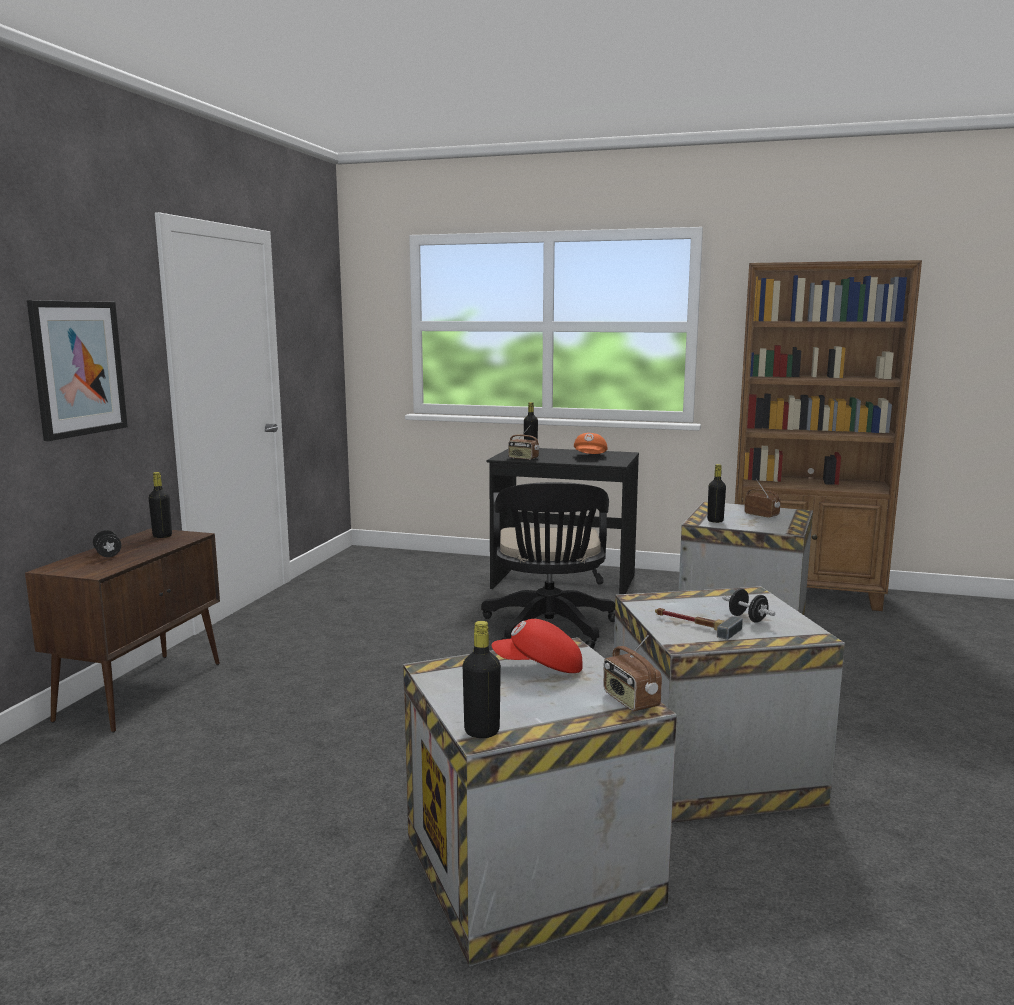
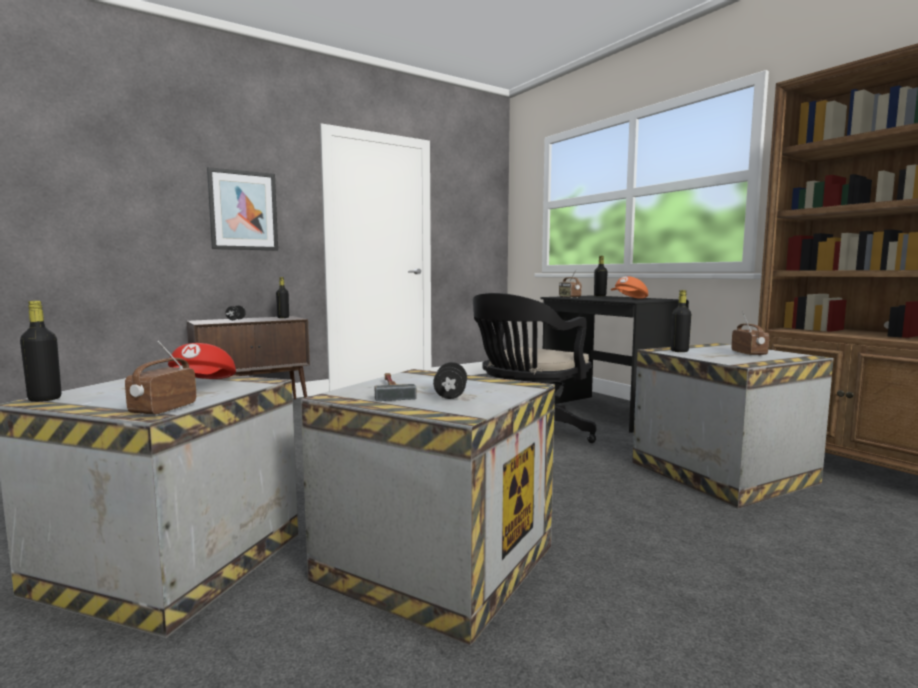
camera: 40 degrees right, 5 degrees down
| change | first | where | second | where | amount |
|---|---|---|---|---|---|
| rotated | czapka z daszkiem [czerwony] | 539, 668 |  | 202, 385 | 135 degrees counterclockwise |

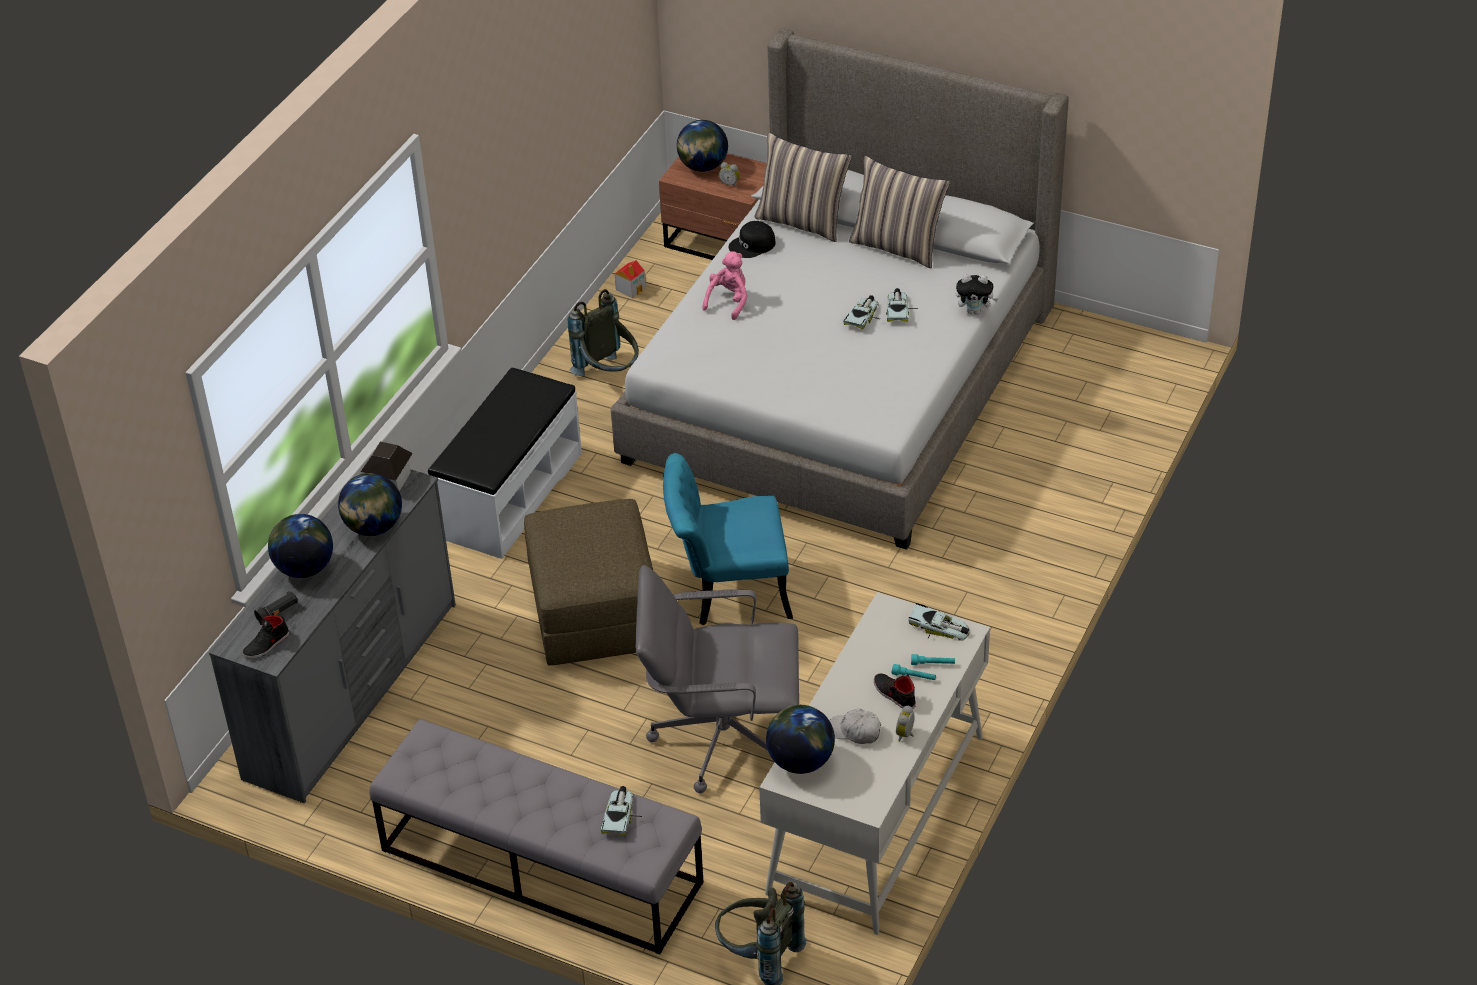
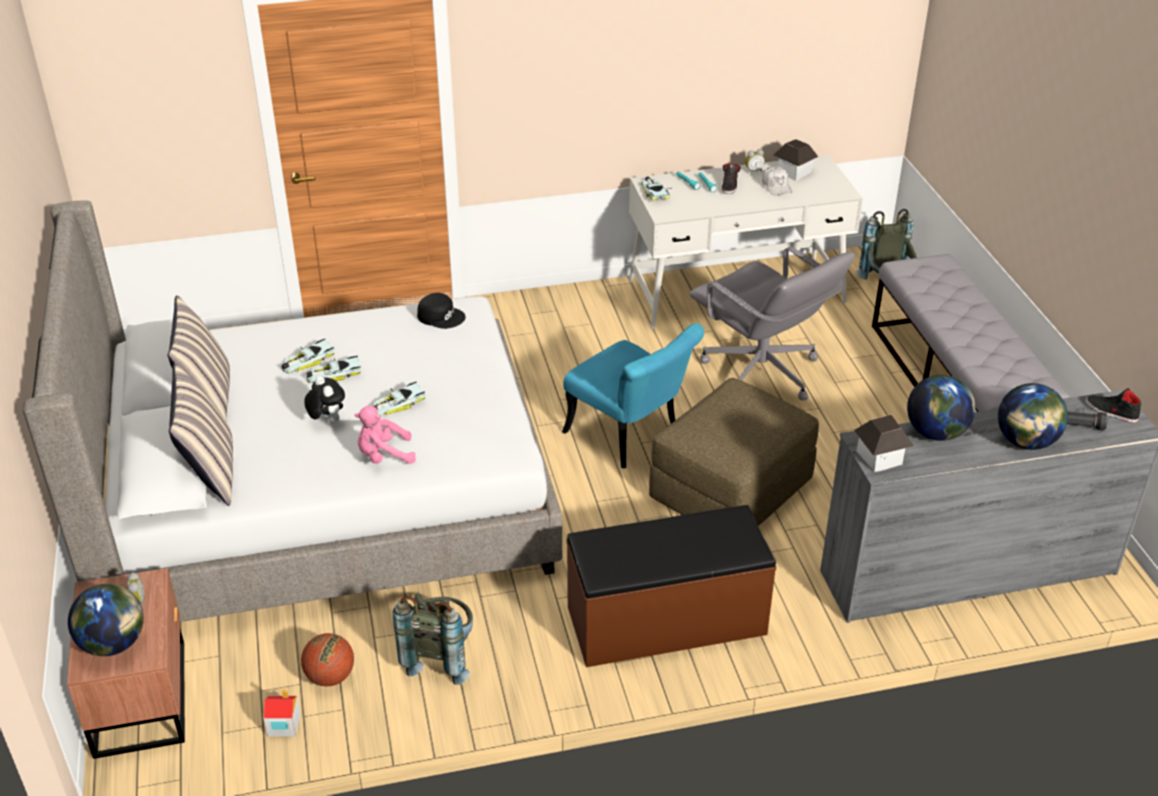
camera: 130 degrees left, 5 degrees down
| change | first | where | second | where | amount |
|---|---|---|---|---|---|
| rotated | but [czarny] | 266, 645 |  | 1111, 412 | 150 degrees counterclockwise |
| repainted | ławka [biały] | 509, 495 | ławka [brązowy] | 666, 622 |  |
| shifted | samochodzik | 619, 814 |  | 396, 404 |  |
| shifted | czapka z daszkiem [czarny] | 752, 245 |  | 441, 316 |  |
| gone | globus | 800, 761 |  |  |  |
| shifted | pluszak | 975, 311 |  | 327, 421 |  |
| new |  |  | piłka do koszykówki | 330, 677 |  |
| new |  |  | domek | 794, 172 |  |

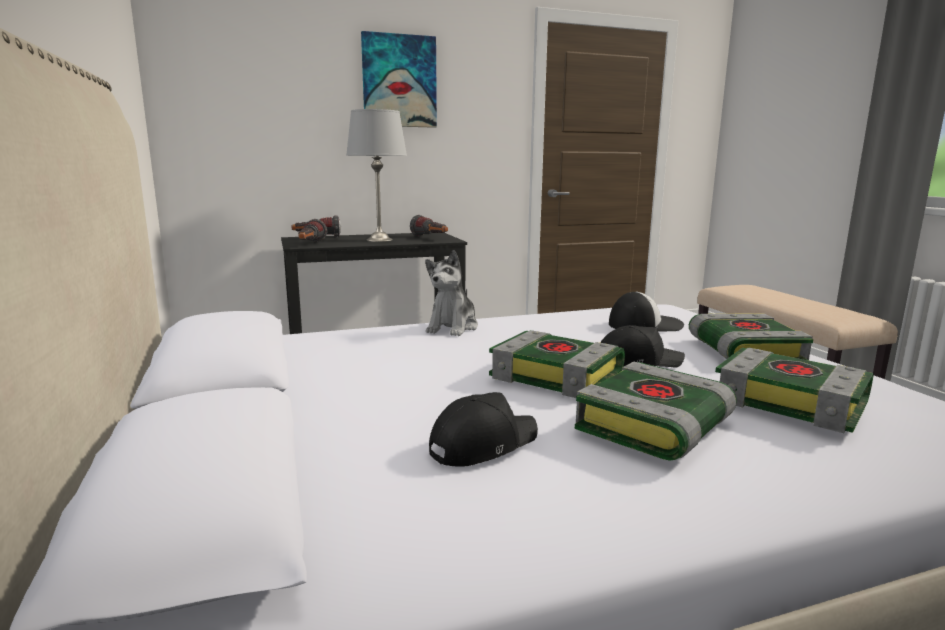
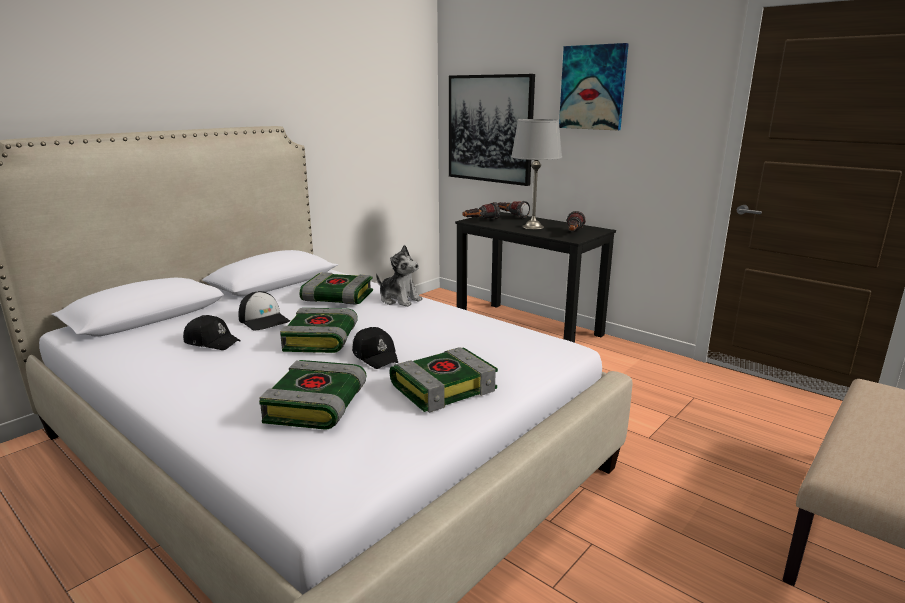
camera: 60 degrees right, 5 degrees up
| change | first | where | second | where | amount |
|---|---|---|---|---|---|
| rotated | pluszak | 453, 327 |  | 399, 299 | 135 degrees counterclockwise |
| shifted | książka | 655, 427 |  | 336, 297 |  |
| shifted | czapka z daszkiem | 644, 325 |  | 264, 320 |  |
| new |  |  | obraz | 490, 129 |  |

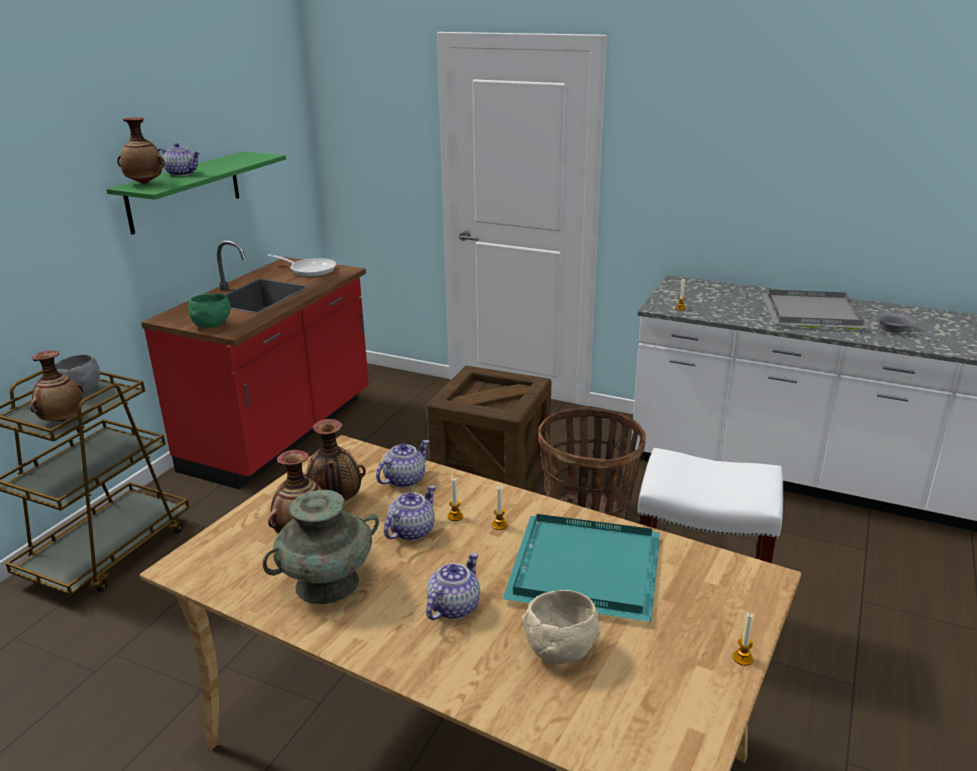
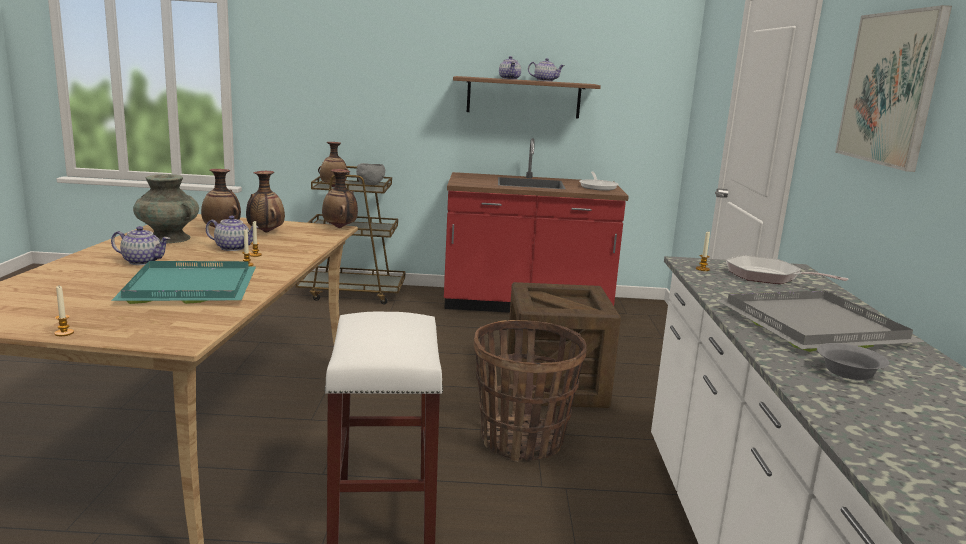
camera: 65 degrees right, 10 degrees down
| change | first | where | second | where | amount |
|---|---|---|---|---|---|
| repainted | półka [zielony] | 184, 191 | półka [brązowy] | 523, 97 |  |
| shifted | wazon | 145, 183 |  | 340, 227 |  |
| gone | miska [zielony] | 212, 325 |  |  |  |
| shifted | imbryk | 404, 479 |  | 545, 81 |  |
| gone | miska [beżowy] | 561, 650 |  |  |  |
| new |  |  | patelnia | 768, 277 |  |
| new |  |  | obraz | 890, 88 |  |

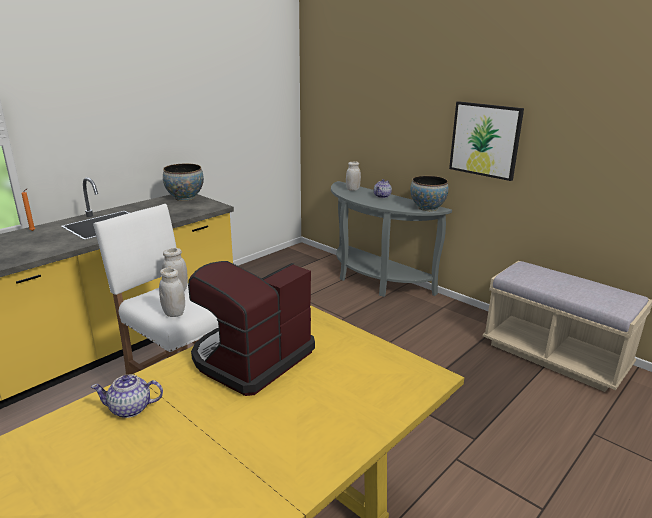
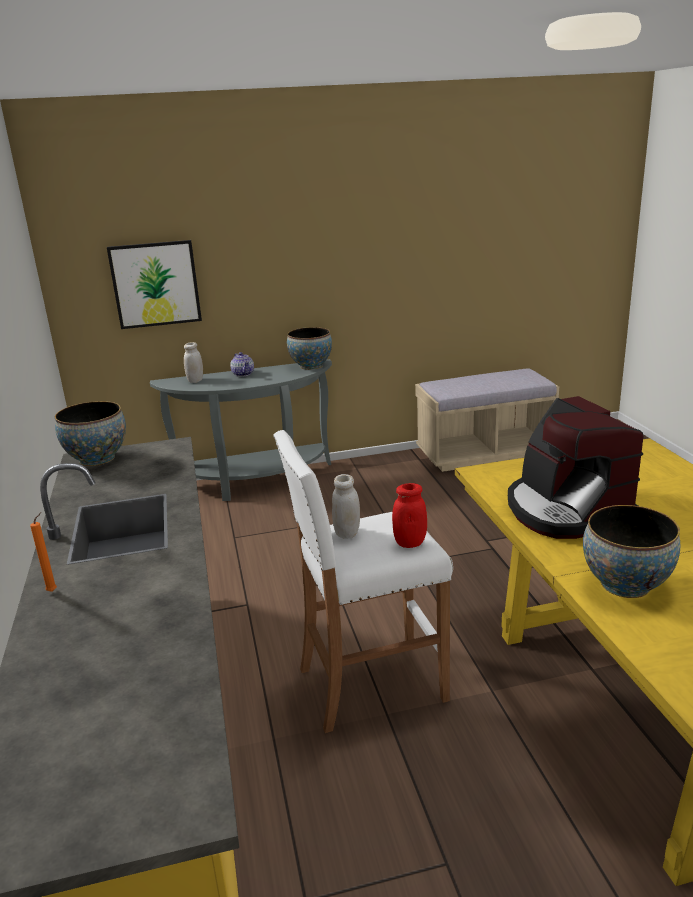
camera: 55 degrees left, 0 degrees up
| change | first | where | second | where | amount |
|---|---|---|---|---|---|
| swapped | imbryk | 131, 409 | miska | 625, 584 |  |
| repainted | słoik [biały] | 174, 313 | słoik [czerwony] | 410, 543 |  |
| shifted | obraz | 485, 140 |  | 155, 284 |  |

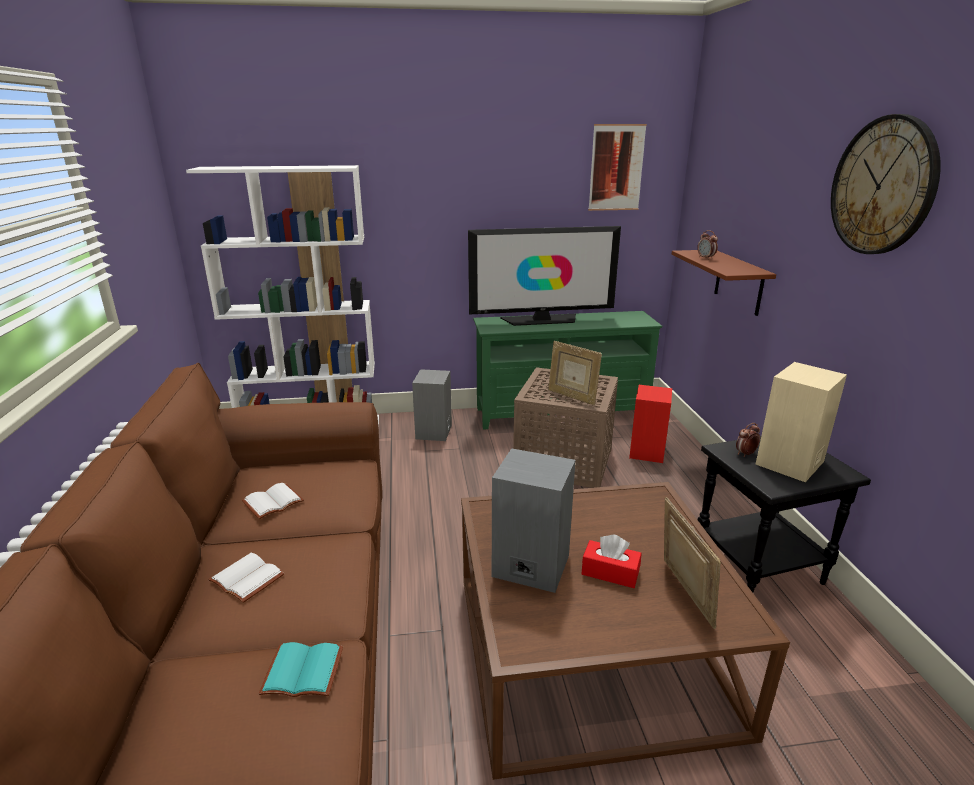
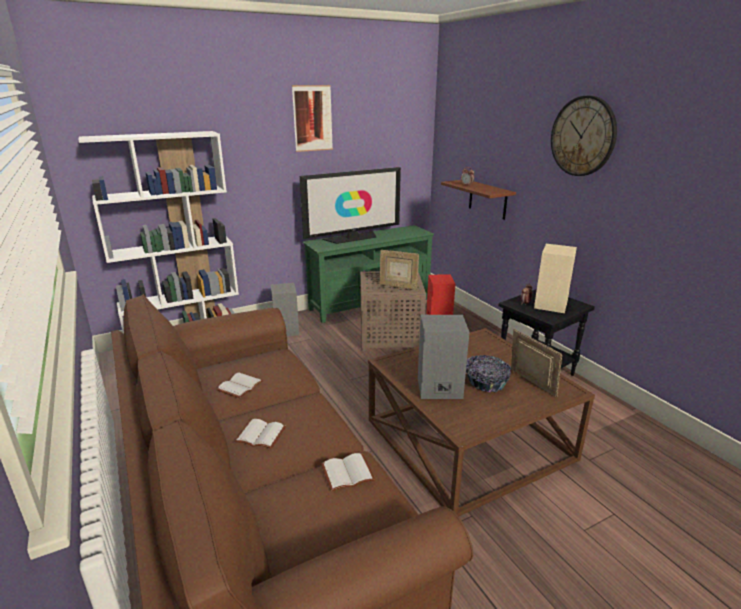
camera: 20 degrees left, 0 degrees up
| change | first | where | second | where | amount |
|---|---|---|---|---|---|
| repainted | książka [turkusowy] | 305, 670 | książka [biały] | 348, 472 |  |
| swapped | pudełko chusteczek [czerwony] | 610, 572 | miska | 486, 382 |  |
| shifted | obraz | 616, 168 |  | 312, 118 |  |

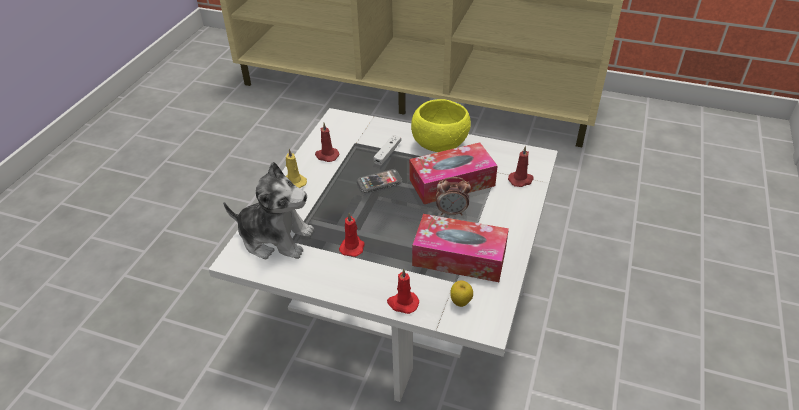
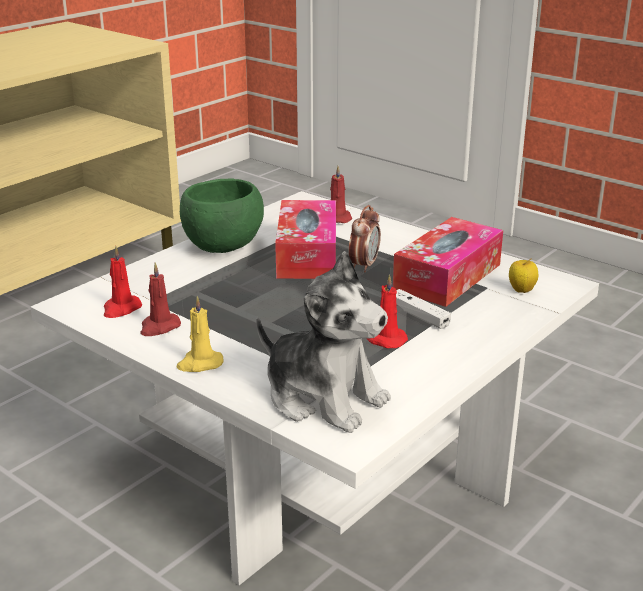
camera: 70 degrees left, 15 degrees down
| change | first | where | second | where | amount |
|---|---|---|---|---|---|
| rotated | pluszak | 276, 238 |  | 324, 397 | 90 degrees clockwise |
| gone | telefon | 379, 182 |  |  |  |
| shifted | pad do gier [biały] | 387, 153 |  | 418, 316 |  |
| shifted | świeca [czerwony] | 402, 303 |  | 121, 309 |  |
| repainted | miska [żółty] | 438, 145 | miska [zielony] | 222, 247 |  |

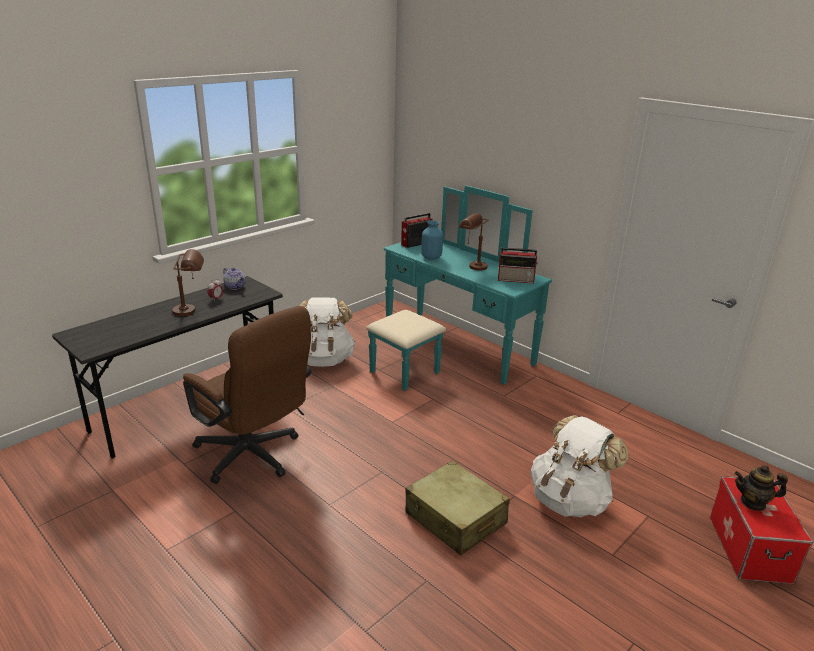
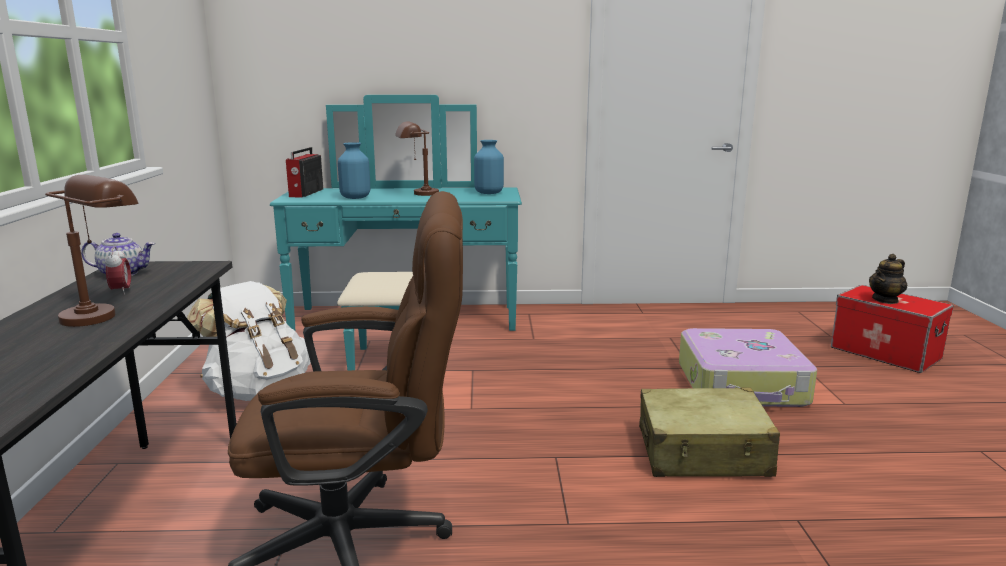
camera: 45 degrees left, 10 degrees down
| change | first | where | second | where | amount |
|---|---|---|---|---|---|
| swapped | radio | 516, 279 | wazon [niebieski] | 489, 193 |  |
| swapped | plecak [biały] | 570, 500 | walizka | 742, 385 |  |

